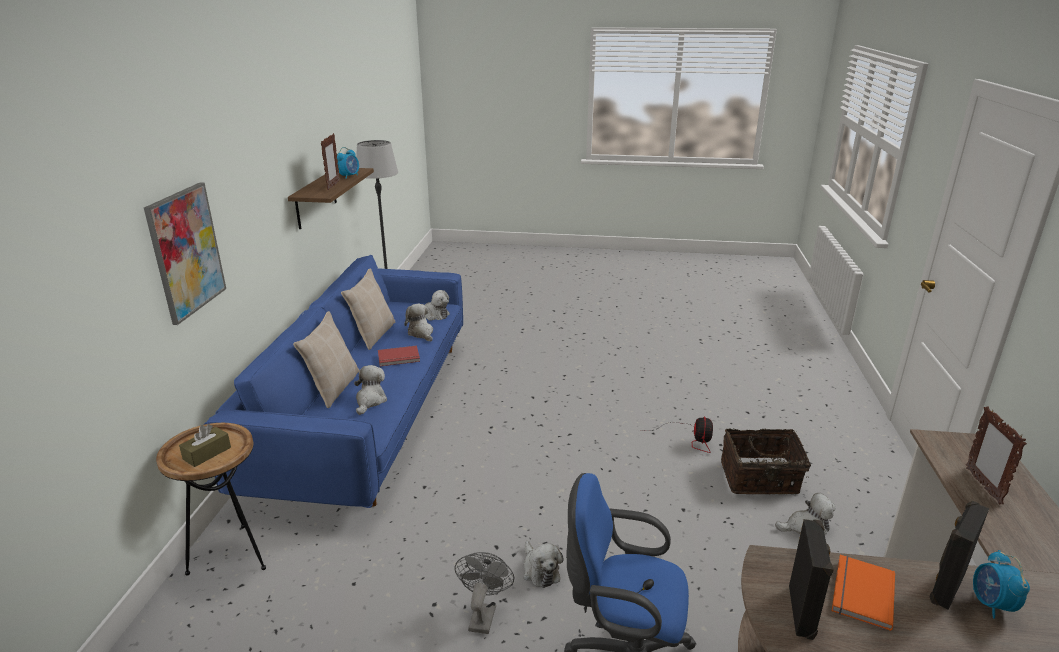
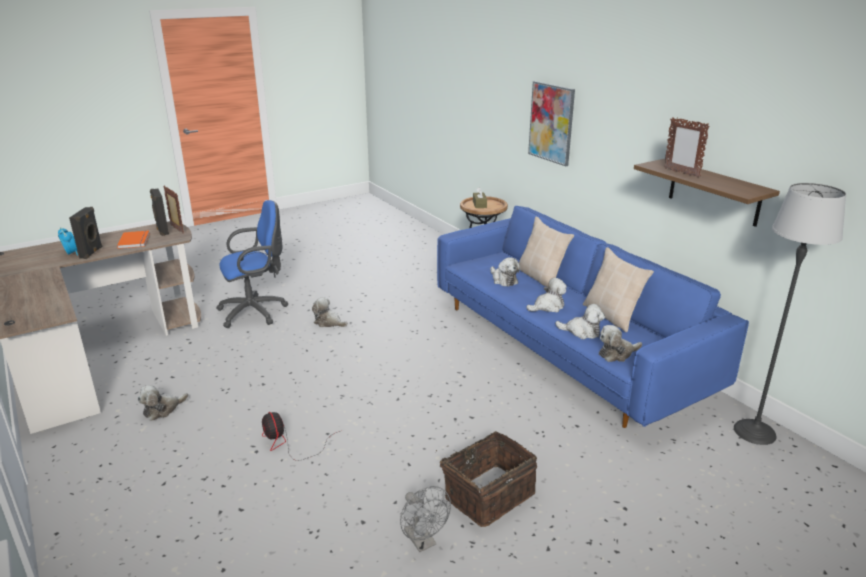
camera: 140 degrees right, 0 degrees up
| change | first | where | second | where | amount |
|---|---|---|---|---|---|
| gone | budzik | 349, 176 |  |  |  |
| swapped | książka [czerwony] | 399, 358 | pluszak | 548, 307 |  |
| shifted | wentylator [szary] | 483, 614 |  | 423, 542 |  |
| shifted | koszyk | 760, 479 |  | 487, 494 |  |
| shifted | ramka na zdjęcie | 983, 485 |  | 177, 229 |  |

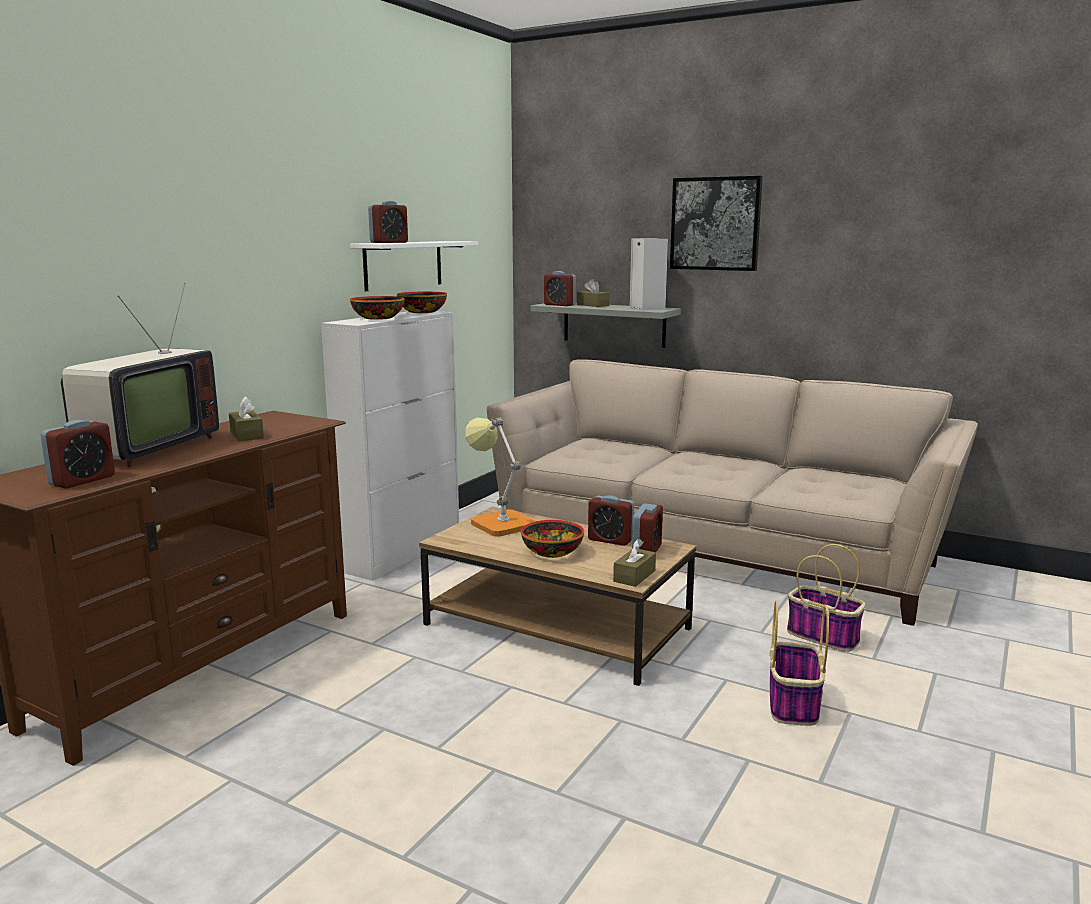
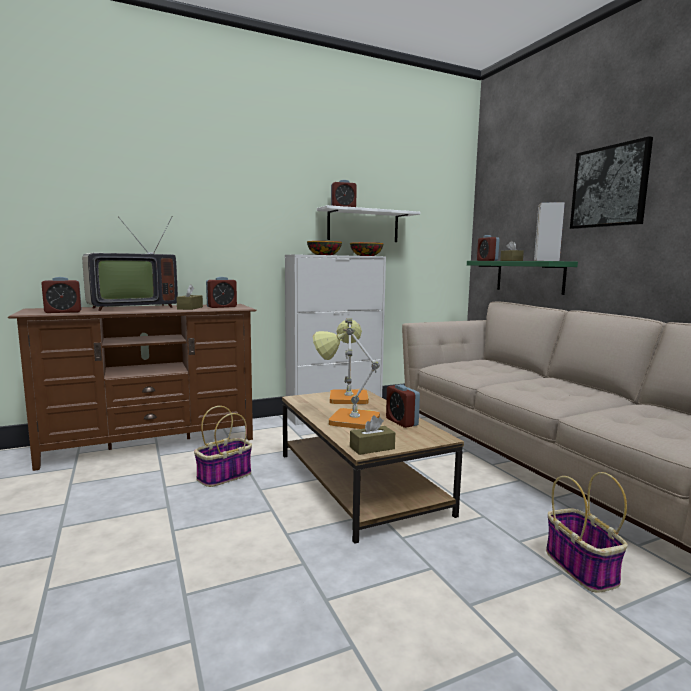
camera: 35 degrees right, 5 degrees down
| change | first | where | second | where | amount |
|---|---|---|---|---|---|
| swapped | miska | 553, 552 | lampa stołowa | 347, 419 |  |
| repainted | półka [szary] | 614, 324 | półka [zielony] | 529, 276 |  |
| shifted | budzik | 646, 550 |  | 222, 307 |  |
| shifted | koszyk | 794, 704 |  | 224, 476 |  |

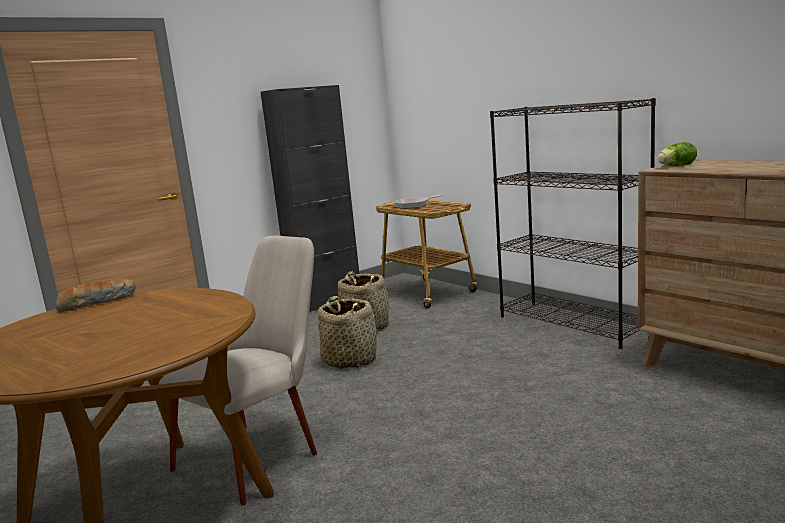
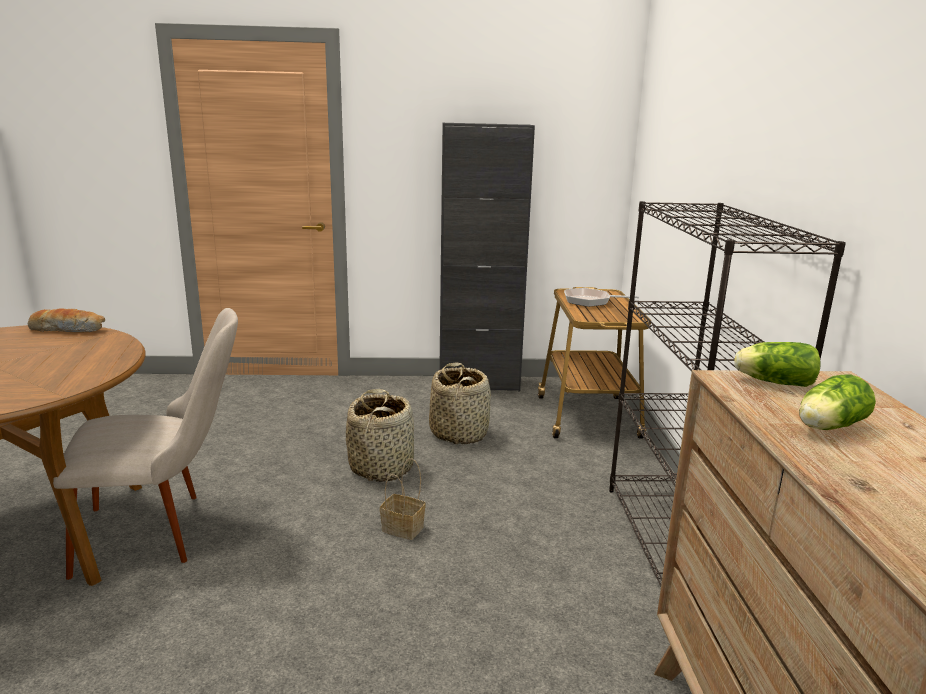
camera: 35 degrees right, 5 degrees up
| change | first | where | second | where | amount |
|---|---|---|---|---|---|
| new |  |  | koszyk | 404, 528 |  |
| new |  |  | sałata | 827, 427 |  |

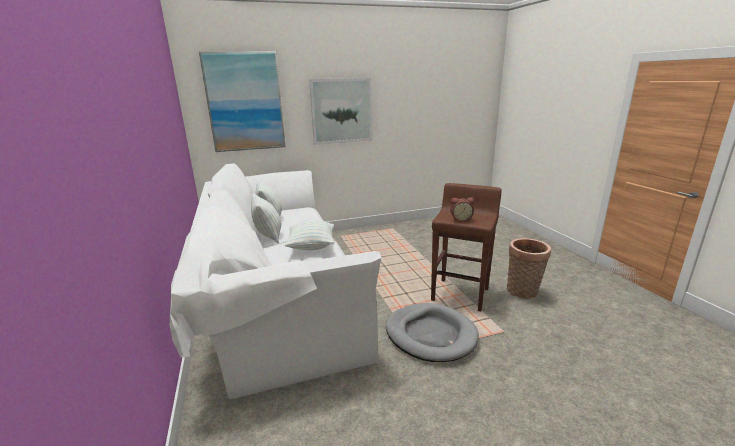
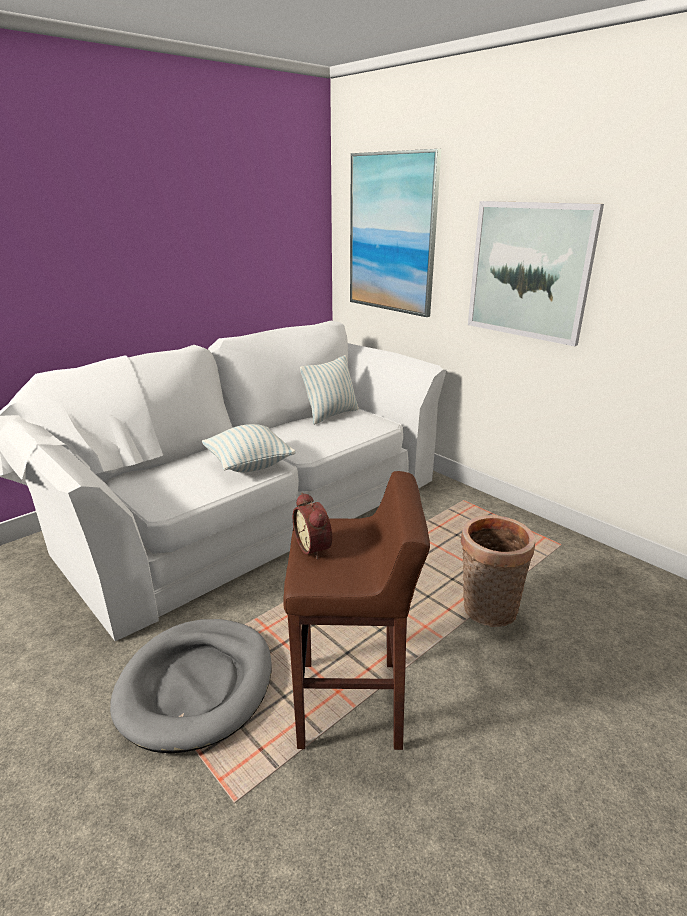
camera: 65 degrees right, 5 degrees up
| change | first | where | second | where | amount |
|---|---|---|---|---|---|
| gone | poduszka | 268, 236 |  |  |  |
| shifted | koszyk | 523, 292 |  | 487, 611 |  |

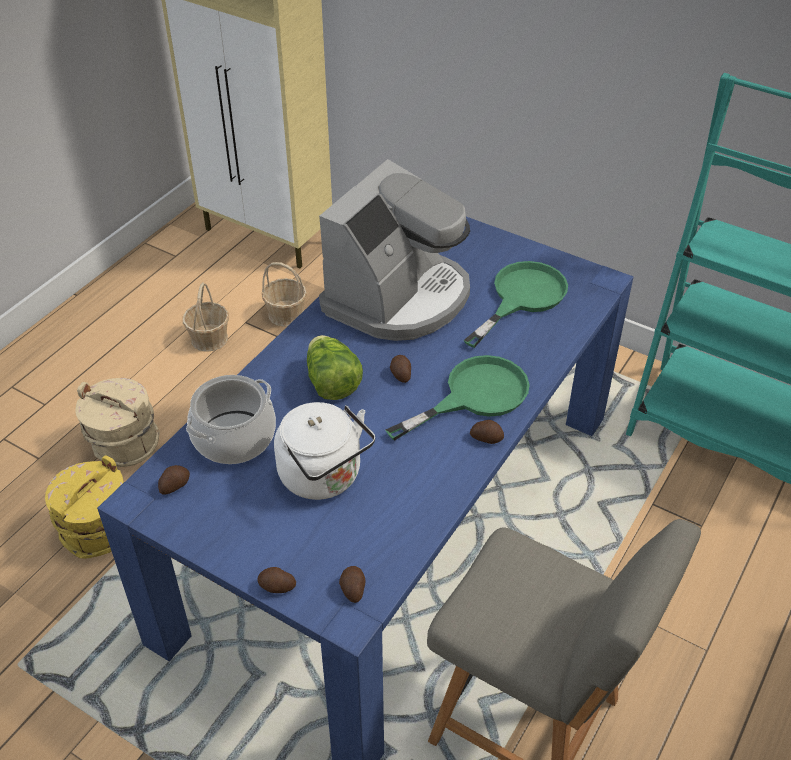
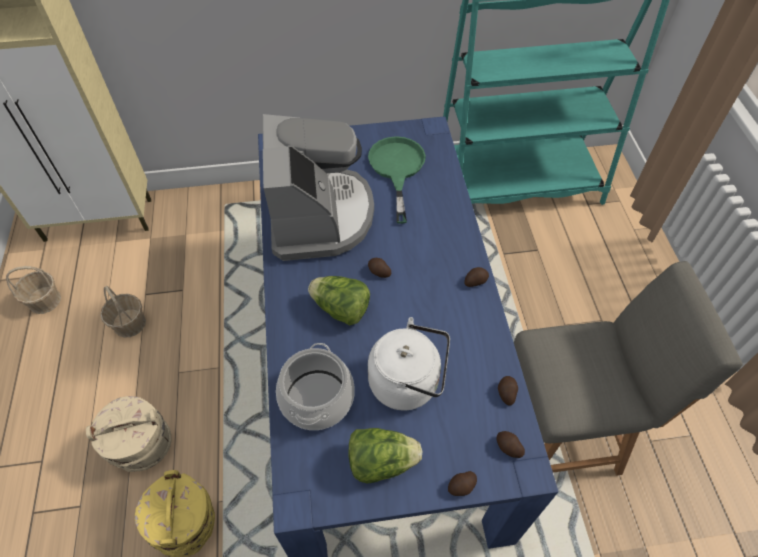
camera: 40 degrees left, 10 degrees up
| change | first | where | second | where | amount |
|---|---|---|---|---|---|
| shifted | ziemniak | 174, 485 |  | 506, 393 |  |
| shifted | koszyk | 286, 314 |  | 44, 300 |  |
| gone | patelnia [zielony] | 474, 396 |  |  |  |
| new |  |  | sałata | 381, 461 |  |

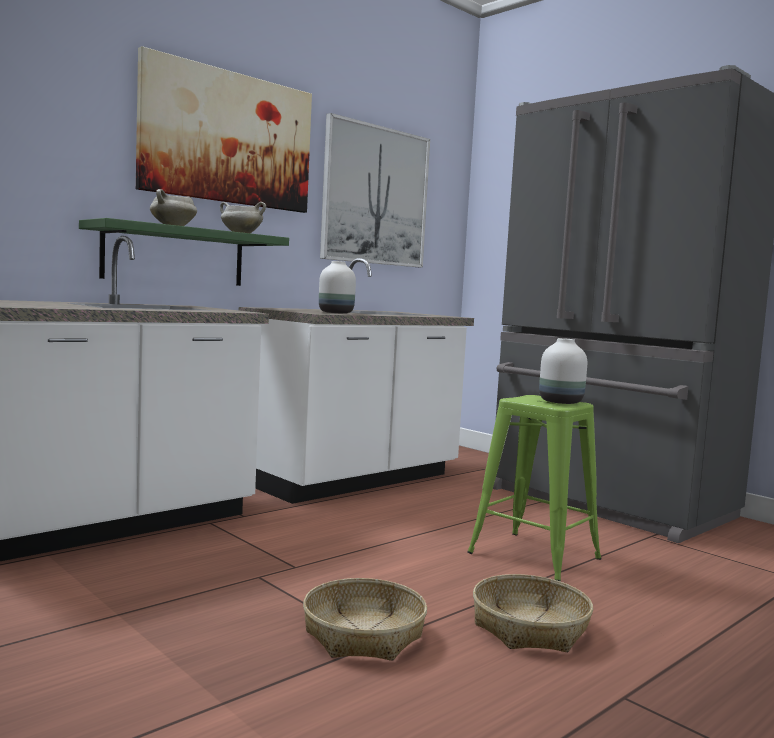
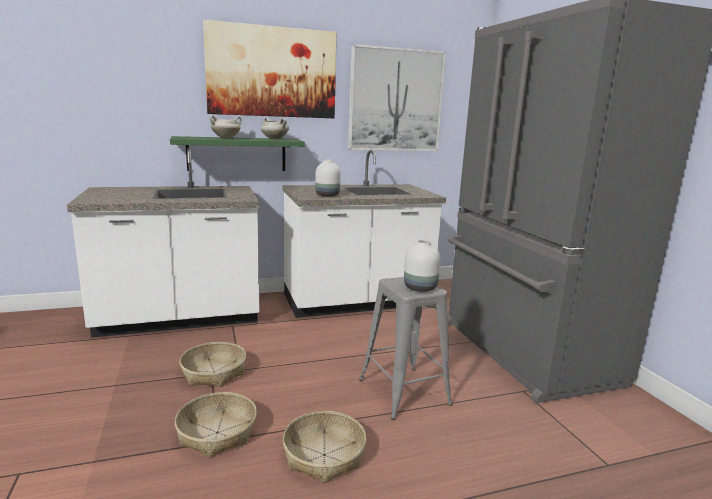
camera: 25 degrees right, 10 degrees up
| change | first | where | second | where | amount |
|---|---|---|---|---|---|
| repainted | stołek [zielony] | 535, 556 | stołek [szary] | 404, 392 |  |
| new |  |  | koszyk | 214, 372 |  |

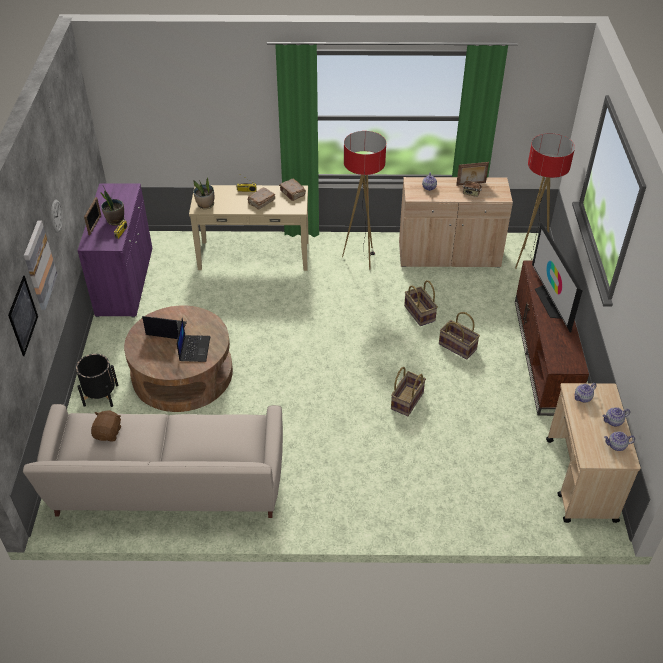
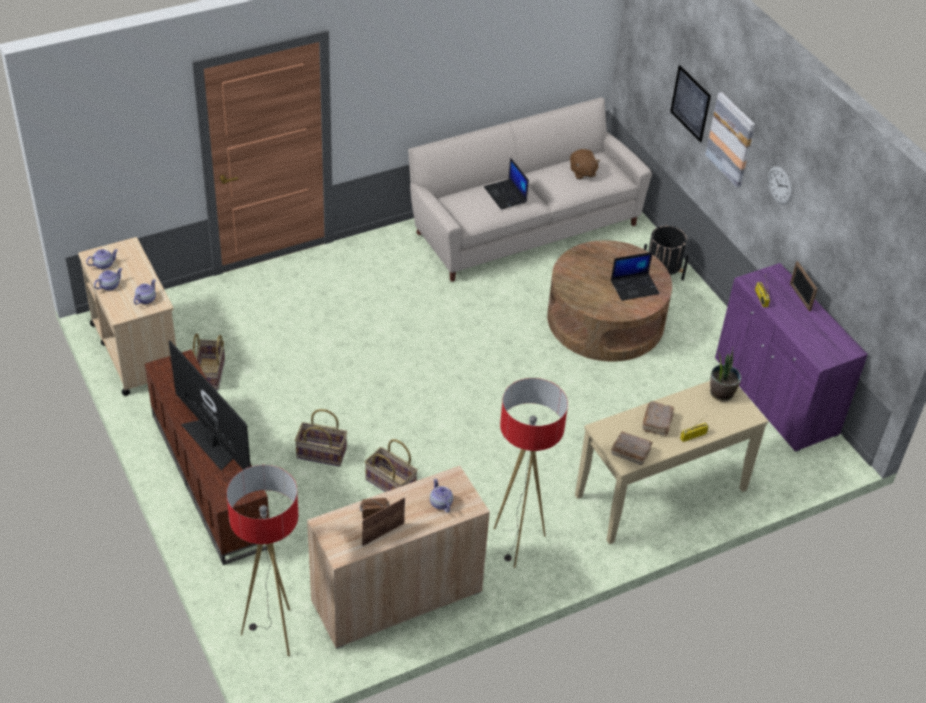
camera: 150 degrees right, 0 degrees up
| change | first | where | second | where | amount |
|---|---|---|---|---|---|
| gone | roślina doniczkowa | 115, 220 |  |  |  |
| shifted | laptop | 194, 348 |  | 506, 195 |  |
| shifted | koszyk | 406, 400 |  | 210, 374 |  |

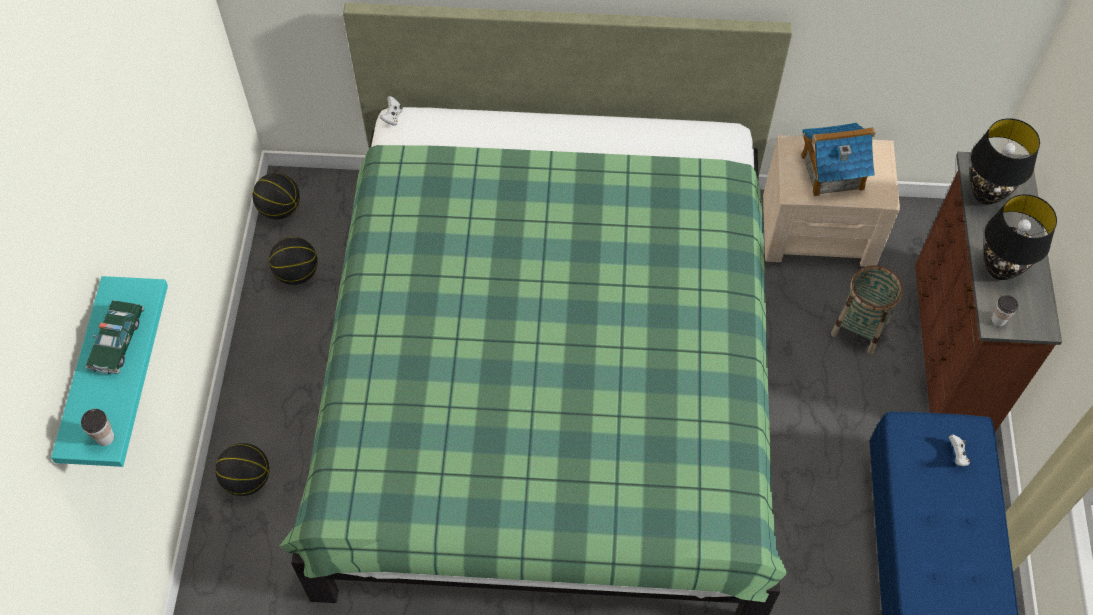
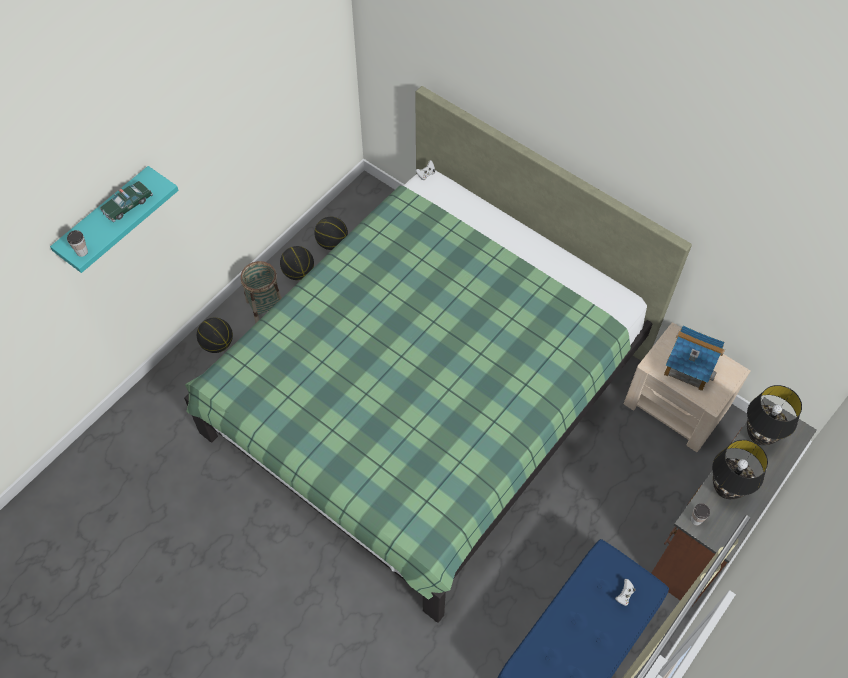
camera: 35 degrees right, 0 degrees up
| change | first | where | second | where | amount |
|---|---|---|---|---|---|
| shifted | piłka do koszykówki | 280, 209 |  | 298, 272 |  |
| shifted | koszyk | 859, 328 |  | 266, 307 |  |

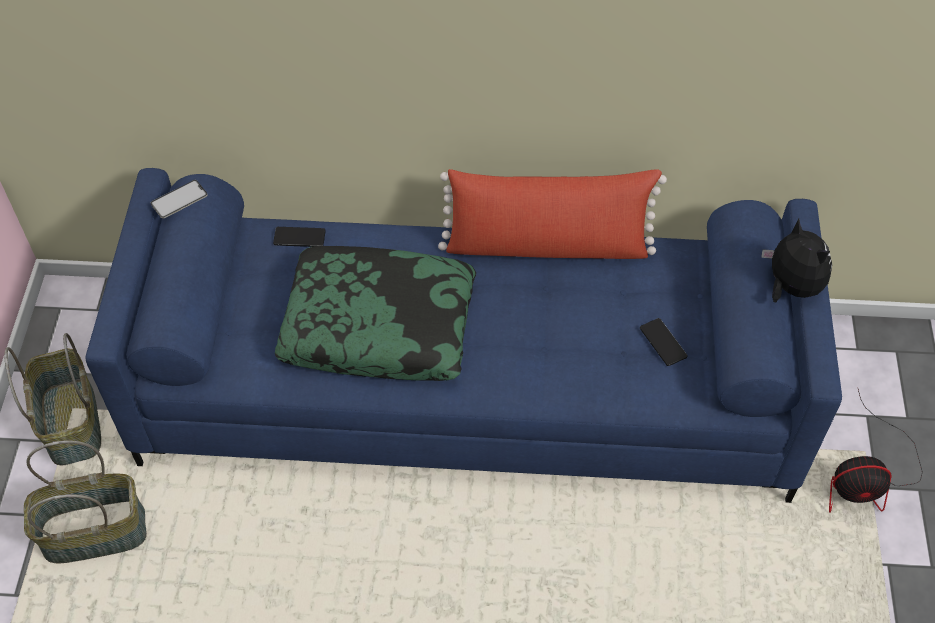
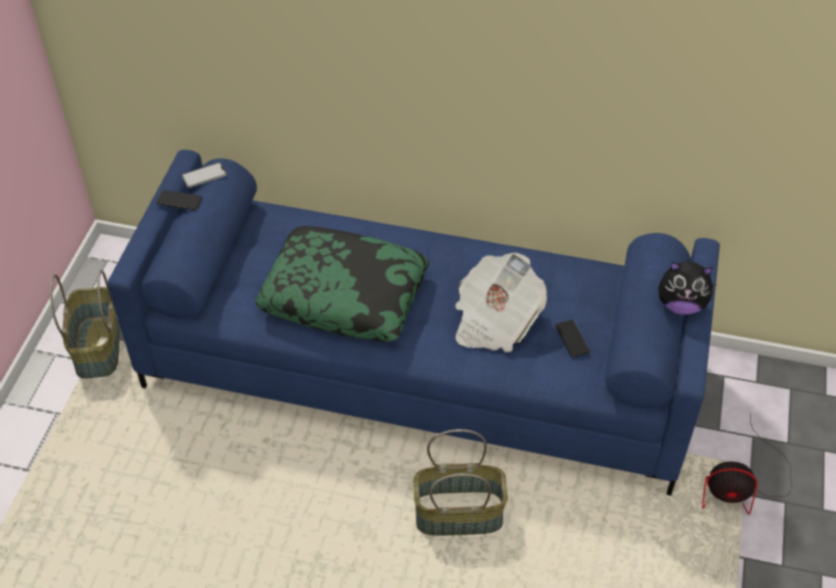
camera: 10 degrees right, 5 degrees down
| change | first | where | second | where | amount |
|---|---|---|---|---|---|
| shifted | koszyk | 96, 531 |  | 459, 513 |  |
| shifted | telefon | 299, 237 |  | 179, 201 |  |
| gone | poduszka [czerwony] | 547, 245 |  |  |  |
| rotated | pluszak | 790, 287 |  | 681, 305 | 120 degrees clockwise |
| new |  |  | gazeta | 494, 320 |  |

